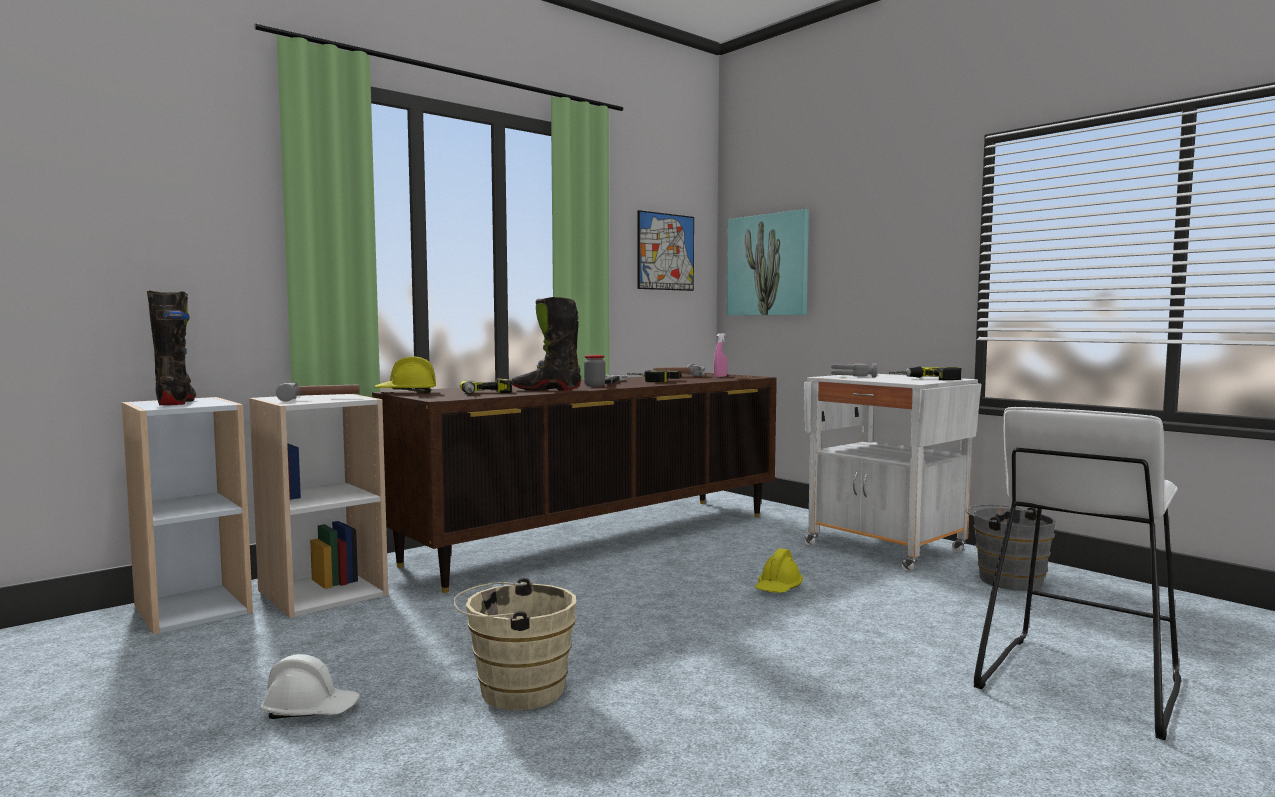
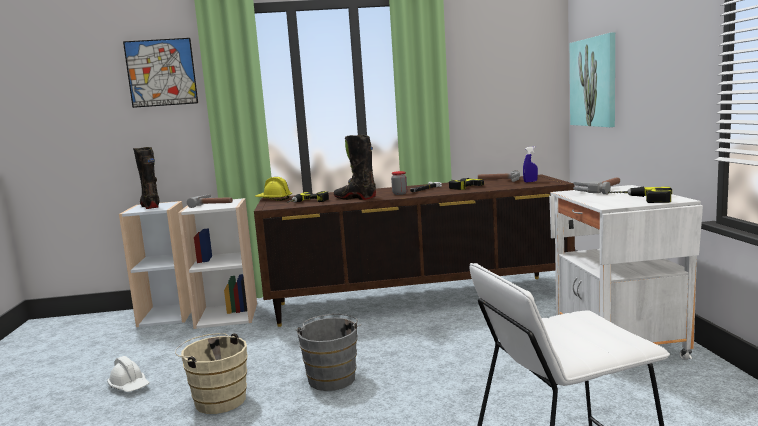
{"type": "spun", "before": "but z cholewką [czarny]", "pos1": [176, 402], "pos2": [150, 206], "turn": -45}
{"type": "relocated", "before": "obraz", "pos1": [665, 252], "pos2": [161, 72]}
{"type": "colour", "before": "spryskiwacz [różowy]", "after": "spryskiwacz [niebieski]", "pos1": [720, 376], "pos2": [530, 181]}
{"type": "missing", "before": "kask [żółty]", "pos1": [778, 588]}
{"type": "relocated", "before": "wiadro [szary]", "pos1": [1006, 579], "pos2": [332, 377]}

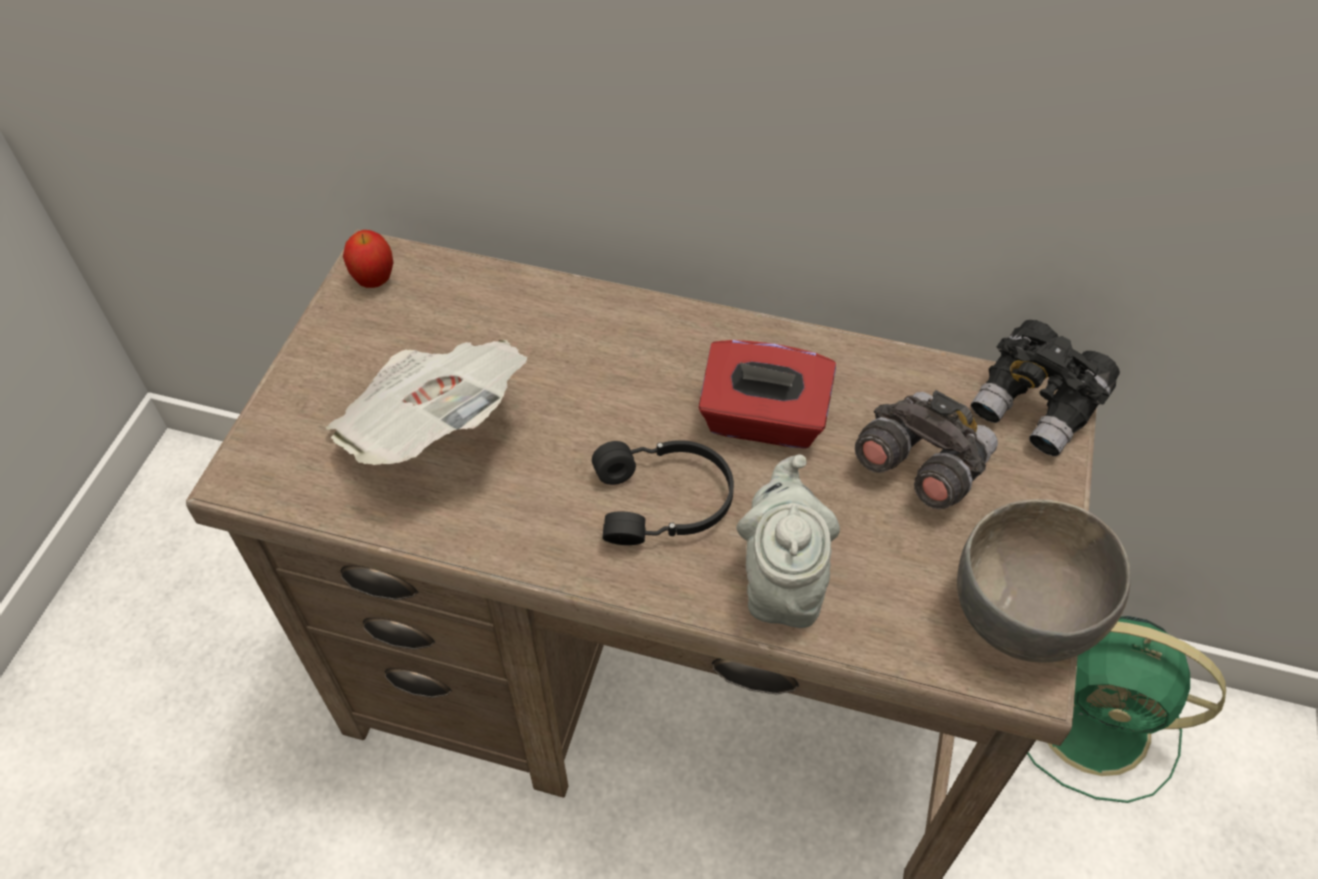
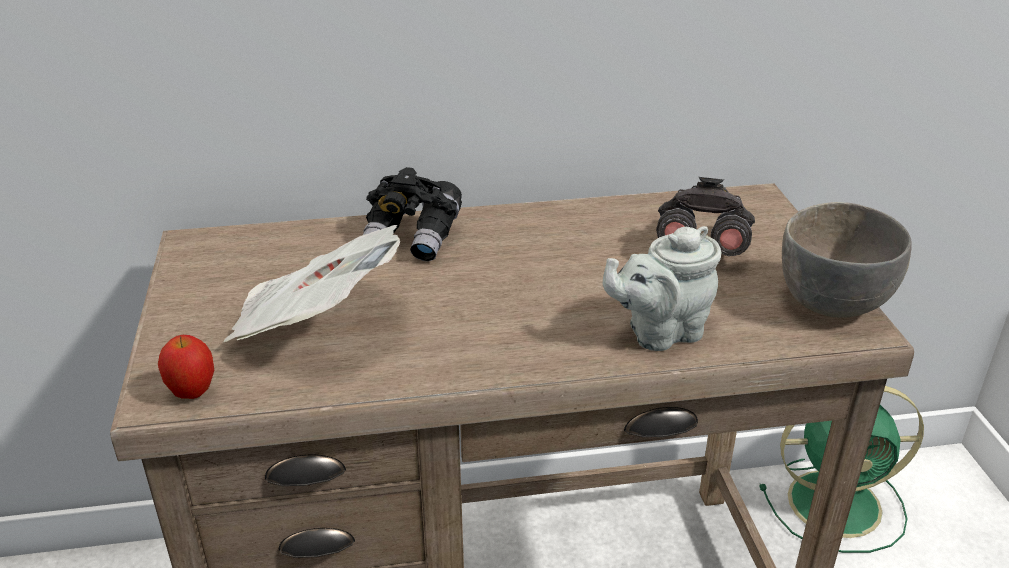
{"type": "relocated", "before": "jabłko", "pos1": [374, 281], "pos2": [192, 393]}
{"type": "missing", "before": "słuchawki [czarny]", "pos1": [665, 502]}
{"type": "missing", "before": "pudełko chusteczek [czerwony]", "pos1": [763, 420]}
{"type": "spun", "before": "imbryk [szary]", "pos1": [782, 582], "pos2": [659, 332], "turn": -90}
{"type": "relocated", "before": "lornetka [czarny]", "pos1": [1037, 406], "pos2": [413, 238]}

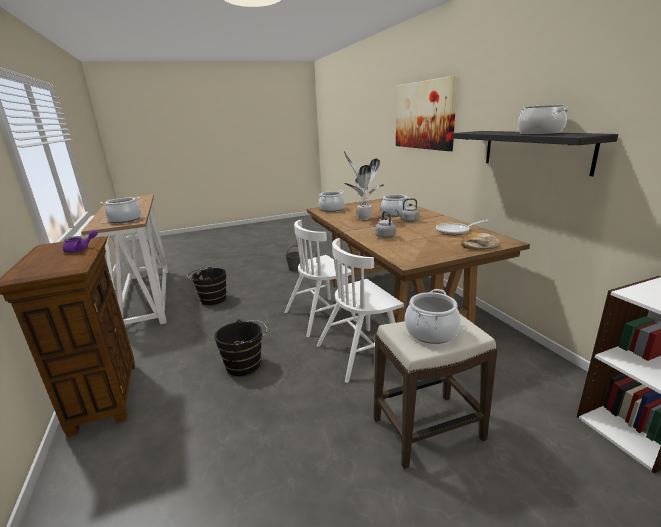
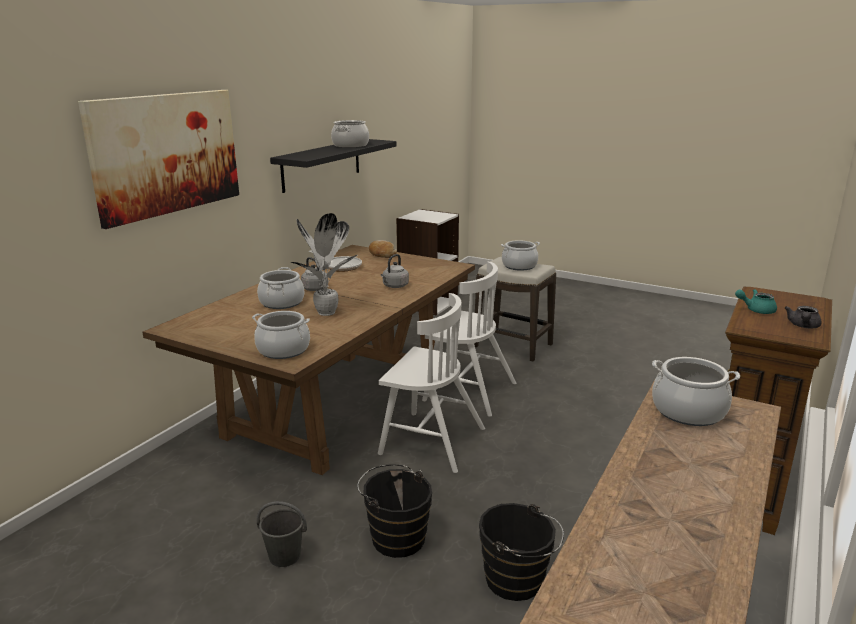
{"type": "colour", "before": "imbryk [fioletowy]", "after": "imbryk [turkusowy]", "pos1": [81, 249], "pos2": [756, 310]}
{"type": "relocated", "before": "wiadro [czarny]", "pos1": [246, 365], "pos2": [395, 537]}
{"type": "appeared", "after": "imbryk [szary]", "pos2": [802, 326]}

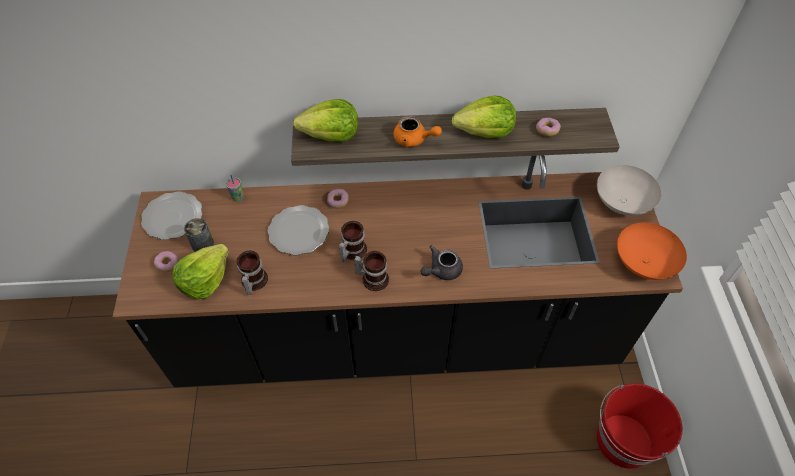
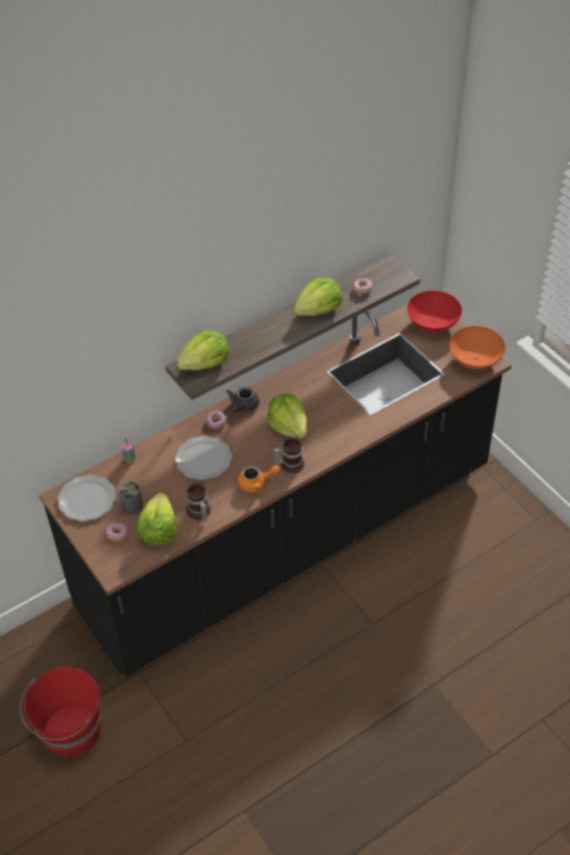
{"type": "missing", "before": "kubek", "pos1": [351, 251]}
{"type": "relocated", "before": "imbryk [pomarańczowy]", "pos1": [414, 140], "pos2": [256, 483]}
{"type": "relocated", "before": "imbryk [szary]", "pos1": [441, 270], "pos2": [243, 406]}
{"type": "relocated", "before": "wiadro [czerwony]", "pos1": [623, 441], "pos2": [71, 731]}
{"type": "colour", "before": "miska [biały]", "after": "miska [czerwony]", "pos1": [621, 202], "pos2": [432, 323]}
{"type": "appeared", "after": "sałata", "pos2": [289, 425]}

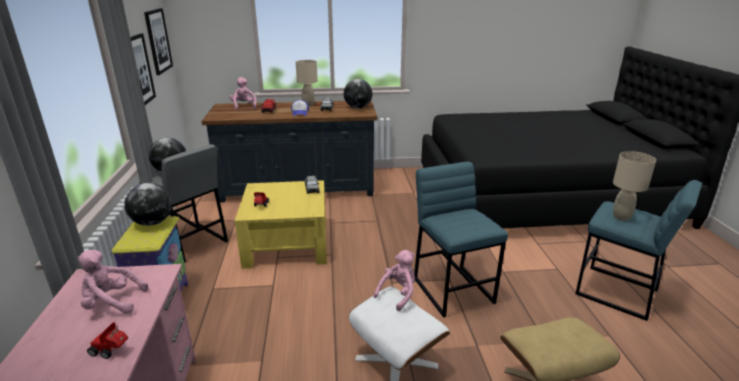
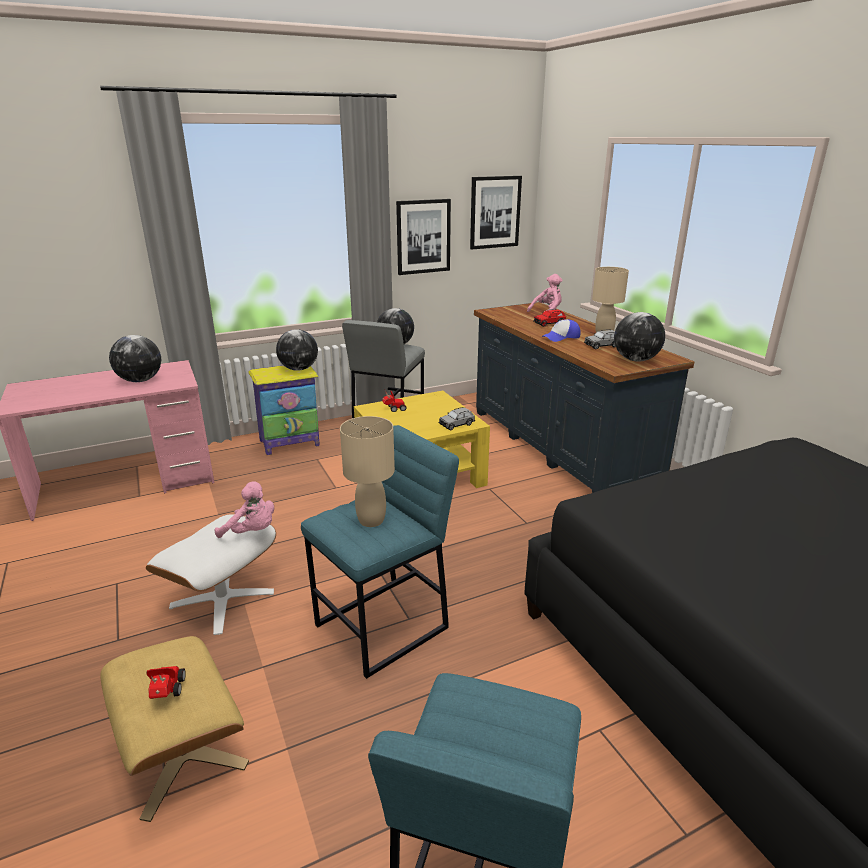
{"type": "exchanged", "before": "pluszak [różowy]", "after": "globus", "pos1": [112, 303], "pos2": [140, 380]}
{"type": "relocated", "before": "samochodzik", "pos1": [112, 350], "pos2": [167, 693]}
{"type": "relocated", "before": "lampa stołowa [beżowy]", "pos1": [621, 217], "pos2": [370, 520]}

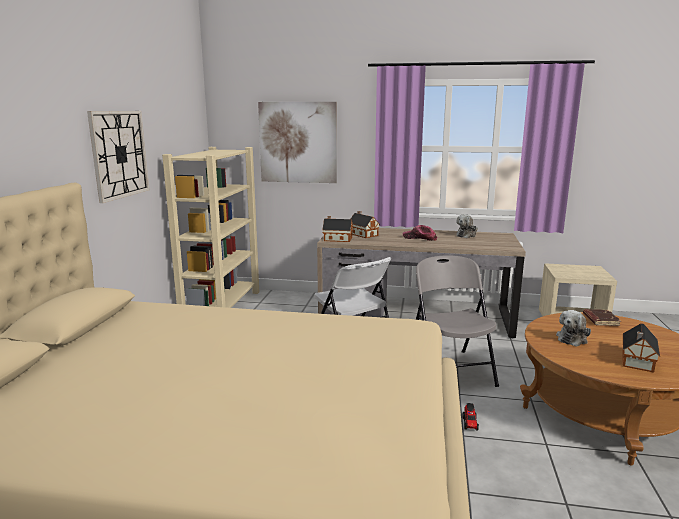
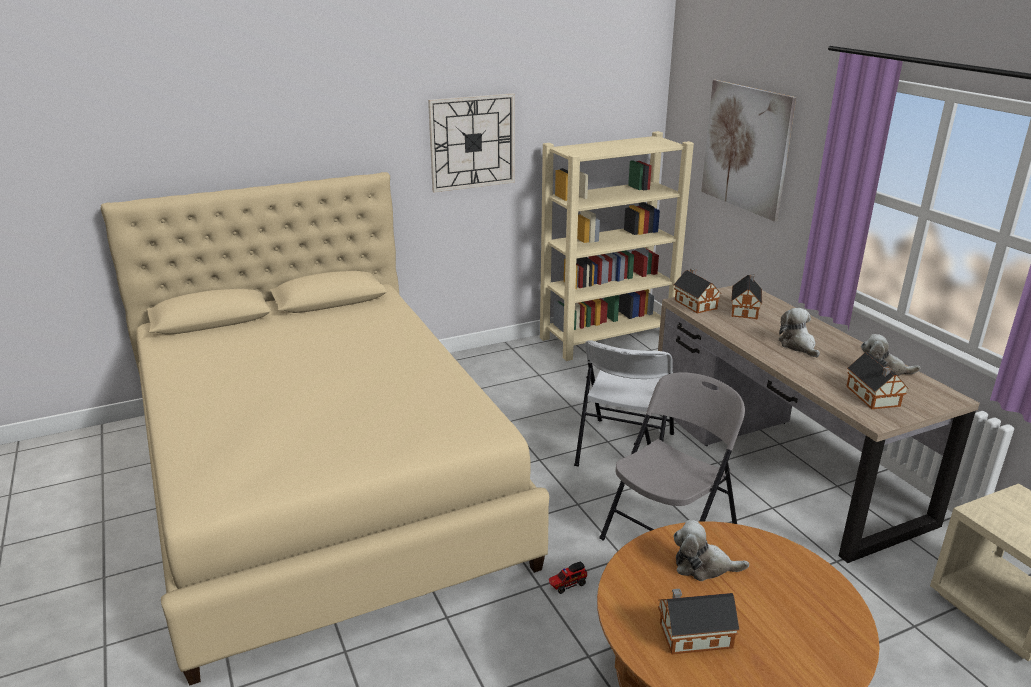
{"type": "exchanged", "before": "czapka z daszkiem", "after": "pluszak", "pos1": [420, 238], "pos2": [798, 346]}
{"type": "missing", "before": "książka [brązowy]", "pos1": [600, 320]}
{"type": "appeared", "after": "domek", "pos2": [873, 397]}

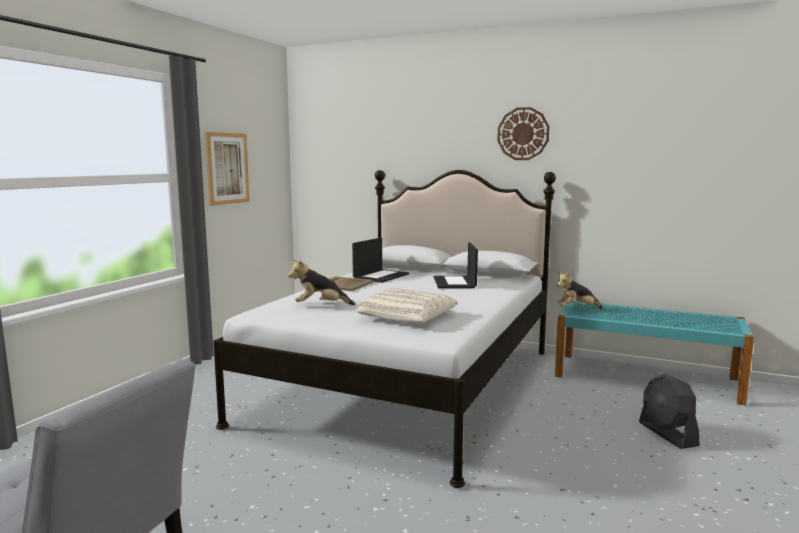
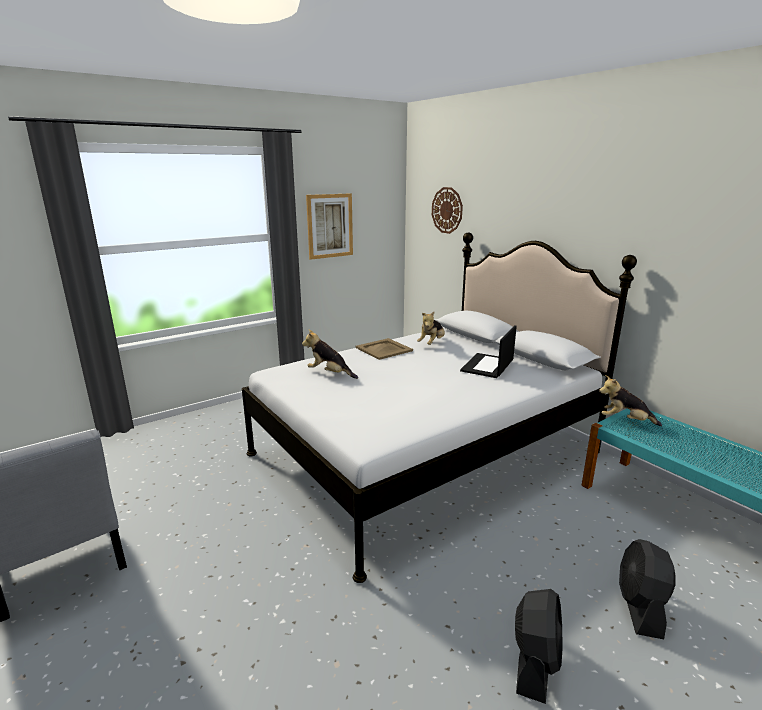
{"type": "exchanged", "before": "laptop", "after": "pluszak", "pos1": [381, 276], "pos2": [432, 343]}
{"type": "missing", "before": "poduszka [beżowy]", "pos1": [407, 317]}
{"type": "relocated", "before": "zegar ścienny", "pos1": [523, 134], "pos2": [447, 210]}
{"type": "appeared", "after": "wentylator [czarny]", "pos2": [535, 661]}

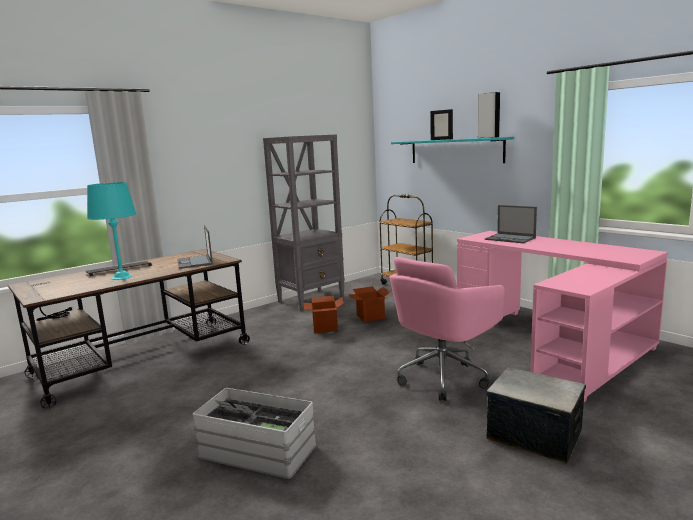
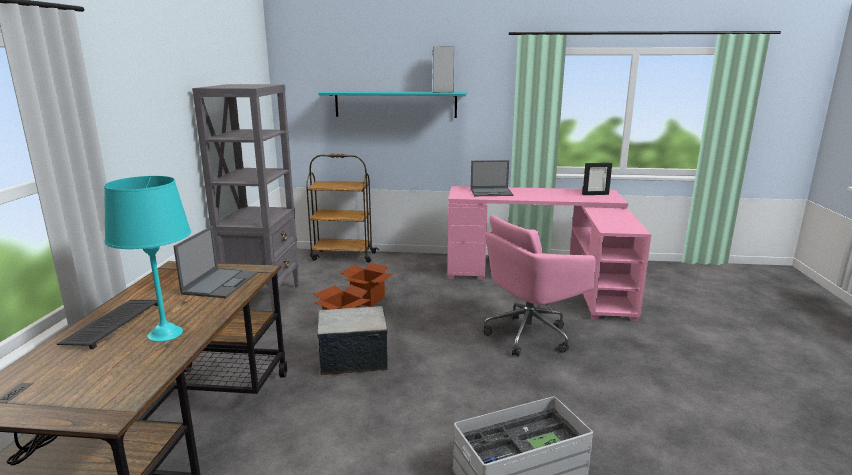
{"type": "spun", "before": "laptop", "pos1": [195, 262], "pos2": [221, 283], "turn": -105}
{"type": "spun", "before": "krzesło biurowe [różowy]", "pos1": [445, 377], "pos2": [531, 335], "turn": 60}
{"type": "relocated", "before": "ramka na zdjęcie", "pos1": [441, 139], "pos2": [595, 194]}
{"type": "relocated", "before": "pojemnik do przechowywania", "pos1": [534, 435], "pos2": [353, 358]}

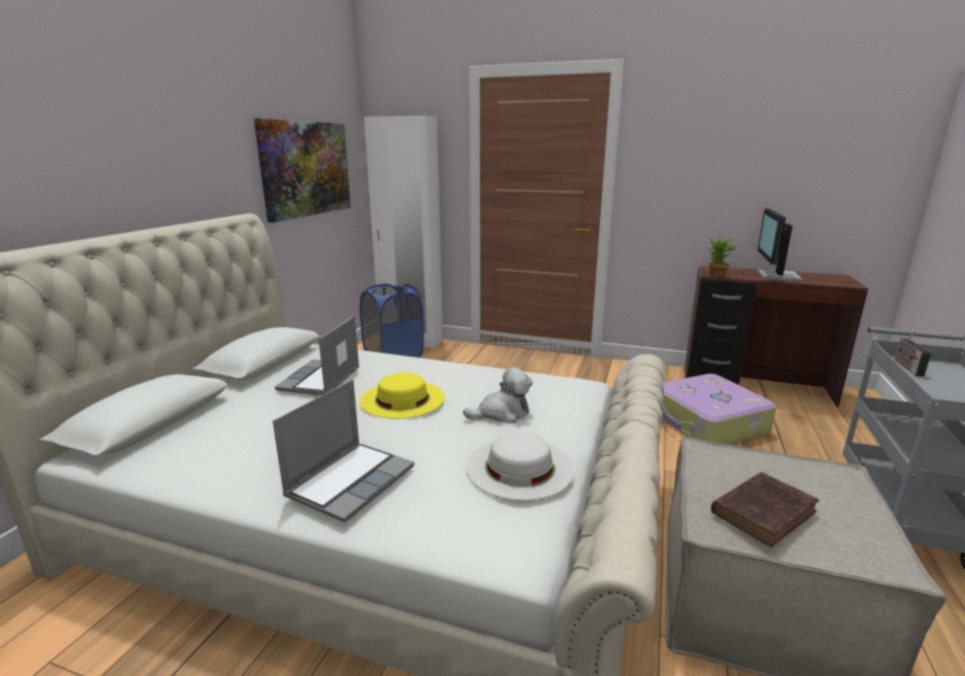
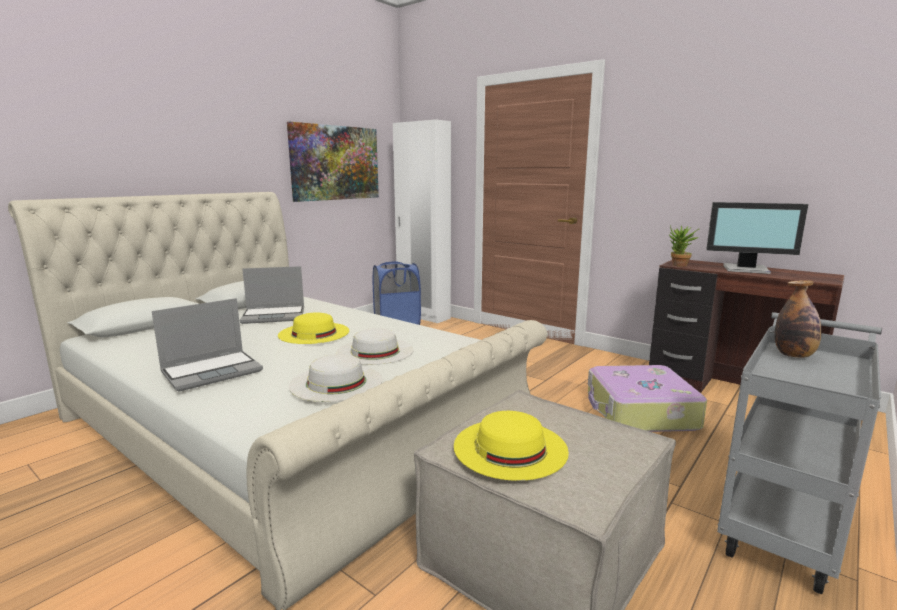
{"type": "spun", "before": "laptop", "pos1": [320, 380], "pos2": [274, 316], "turn": -135}
{"type": "exchanged", "before": "pluszak", "after": "kapelusz [biały]", "pos1": [502, 413], "pos2": [375, 351]}
{"type": "exchanged", "before": "książka [brązowy]", "after": "kapelusz [żółty]", "pos1": [764, 511], "pos2": [510, 447]}
{"type": "spun", "before": "monitor", "pos1": [776, 276], "pos2": [747, 269], "turn": -105}
{"type": "exchanged", "before": "radio", "after": "butelka", "pos1": [906, 367], "pos2": [794, 355]}

